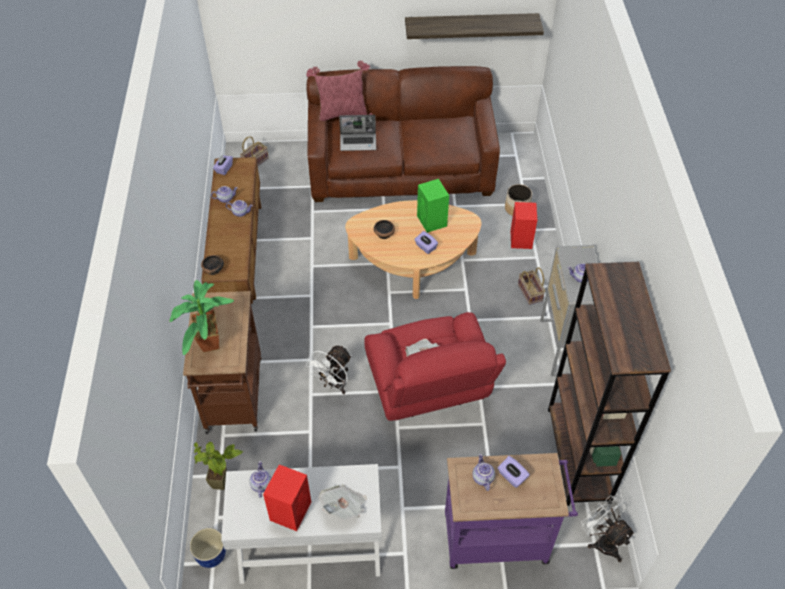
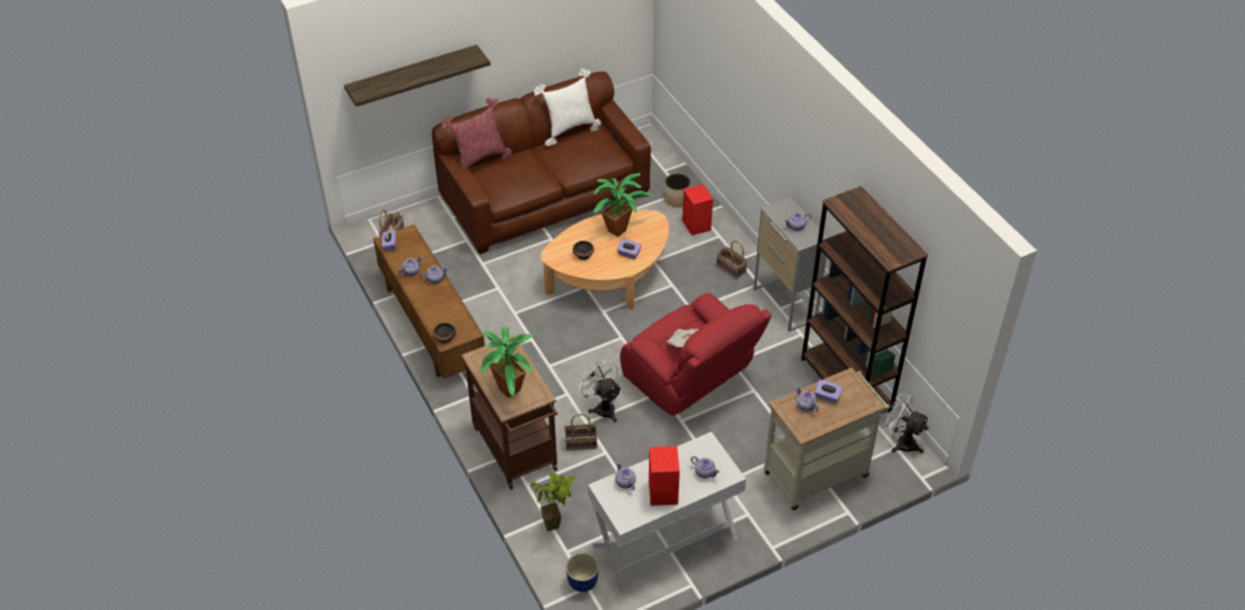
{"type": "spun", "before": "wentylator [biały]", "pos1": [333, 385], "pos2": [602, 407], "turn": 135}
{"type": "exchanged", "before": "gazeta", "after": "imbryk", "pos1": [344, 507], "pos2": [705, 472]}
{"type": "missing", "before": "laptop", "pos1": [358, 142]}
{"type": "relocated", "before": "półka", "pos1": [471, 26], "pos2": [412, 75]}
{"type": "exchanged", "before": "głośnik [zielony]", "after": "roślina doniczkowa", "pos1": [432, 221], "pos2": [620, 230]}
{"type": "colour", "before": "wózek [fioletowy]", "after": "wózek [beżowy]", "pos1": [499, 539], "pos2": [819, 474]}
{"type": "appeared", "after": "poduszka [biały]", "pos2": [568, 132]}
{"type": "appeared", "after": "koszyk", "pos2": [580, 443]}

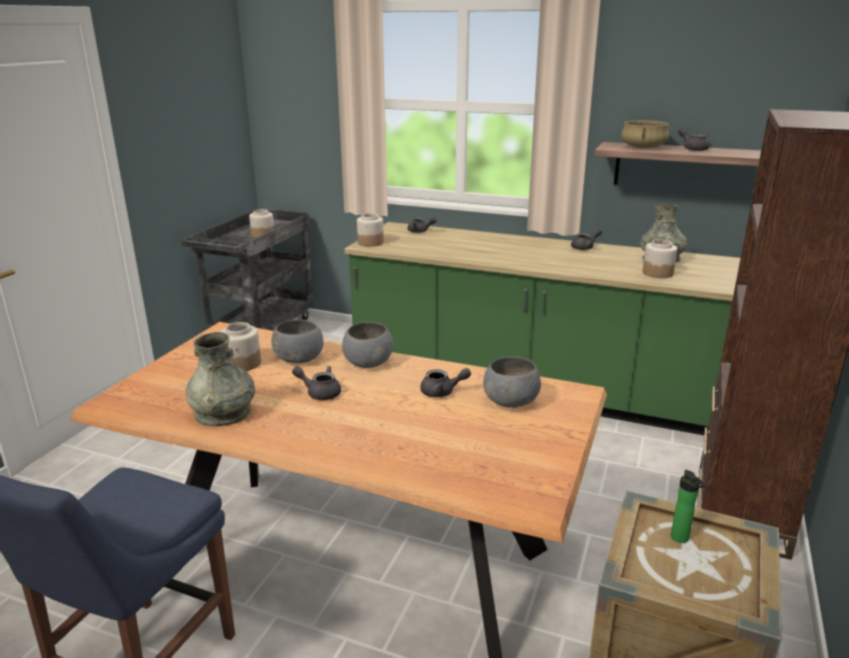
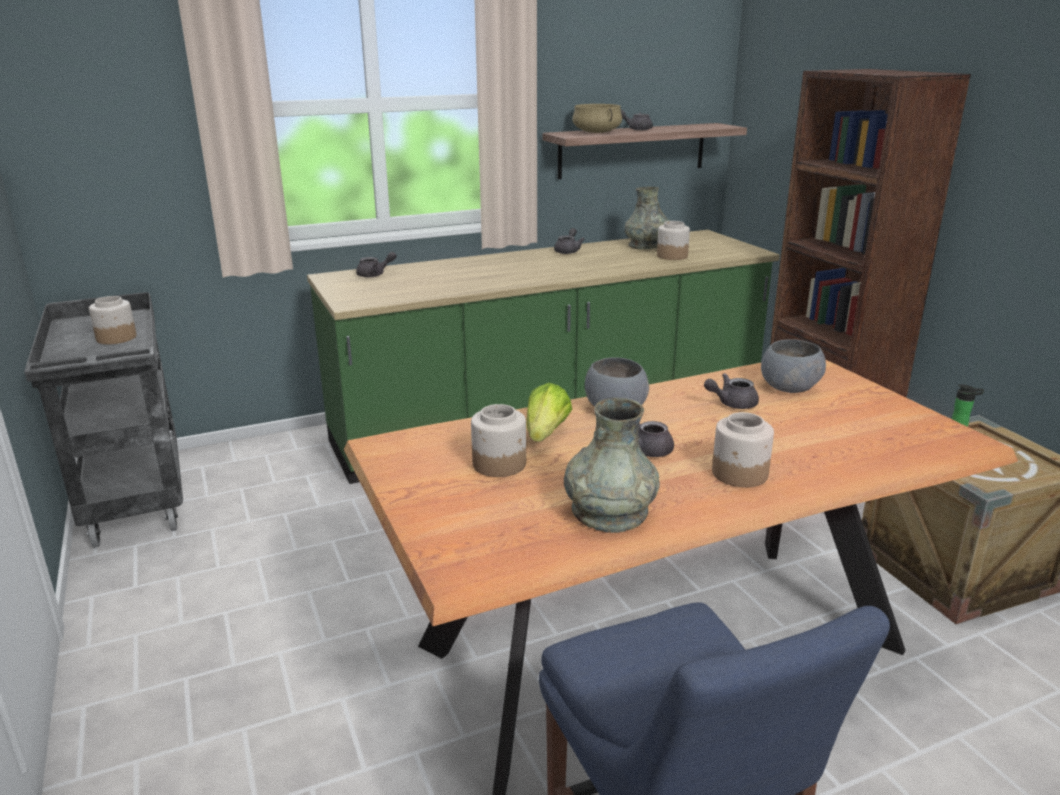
{"type": "exchanged", "before": "miska [szary]", "after": "sałata", "pos1": [300, 359], "pos2": [546, 434]}
{"type": "relocated", "before": "słoik", "pos1": [370, 243], "pos2": [740, 474]}
{"type": "spun", "before": "imbryk [szary]", "pos1": [442, 392], "pos2": [731, 404], "turn": -150}

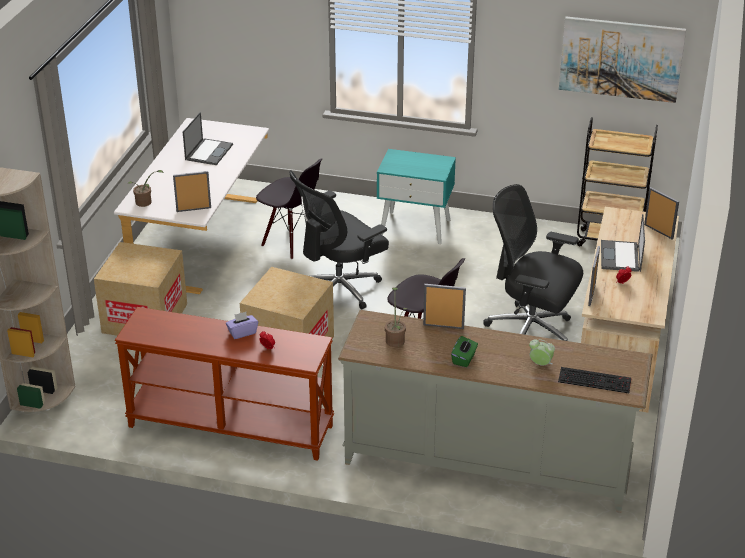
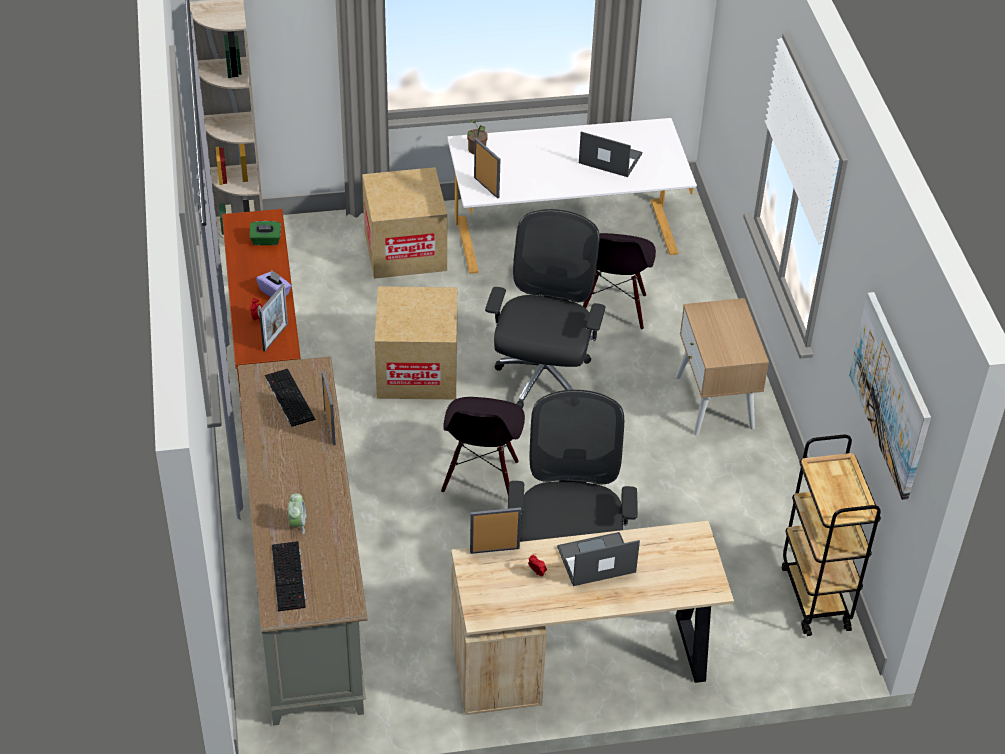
{"type": "spun", "before": "laptop", "pos1": [209, 152], "pos2": [609, 158], "turn": -150}
{"type": "spun", "before": "krzesło biurowe", "pos1": [340, 290], "pos2": [544, 377], "turn": 75}
{"type": "colour", "before": "szafka nocna [turkusowy]", "after": "szafka nocna [beżowy]", "pos1": [415, 227], "pos2": [715, 402]}
{"type": "exchanged", "before": "roślina doniczkowa", "after": "klawiatura", "pos1": [395, 339], "pos2": [288, 397]}
{"type": "relocated", "before": "pudełko chusteczek [zielony]", "pos1": [464, 359], "pos2": [266, 241]}
{"type": "relocated", "before": "ramka na zdjęcie", "pos1": [658, 231], "pos2": [275, 337]}

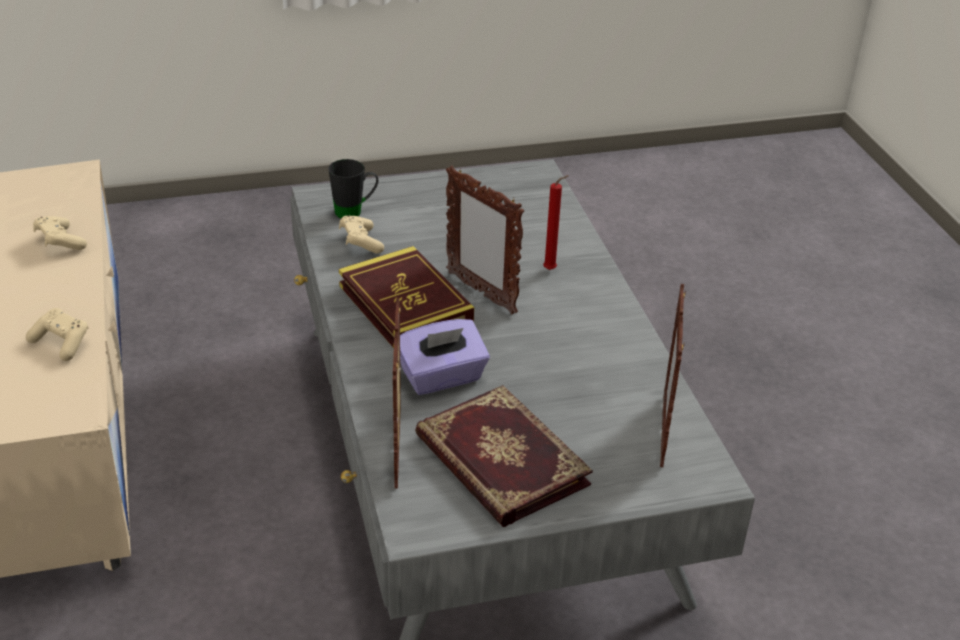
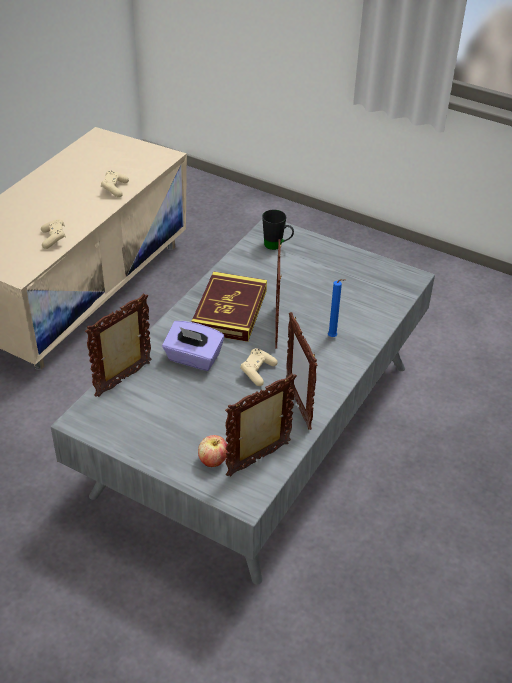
{"type": "relocated", "before": "pad do gier [beżowy]", "pos1": [360, 243], "pos2": [257, 372]}
{"type": "missing", "before": "książka", "pos1": [499, 461]}
{"type": "colour", "before": "świeca [czerwony]", "after": "świeca [niebieski]", "pos1": [552, 270], "pos2": [333, 337]}
{"type": "appeared", "after": "jabłko", "pos2": [213, 461]}
{"type": "appeared", "after": "ramka na zdjęcie", "pos2": [298, 404]}

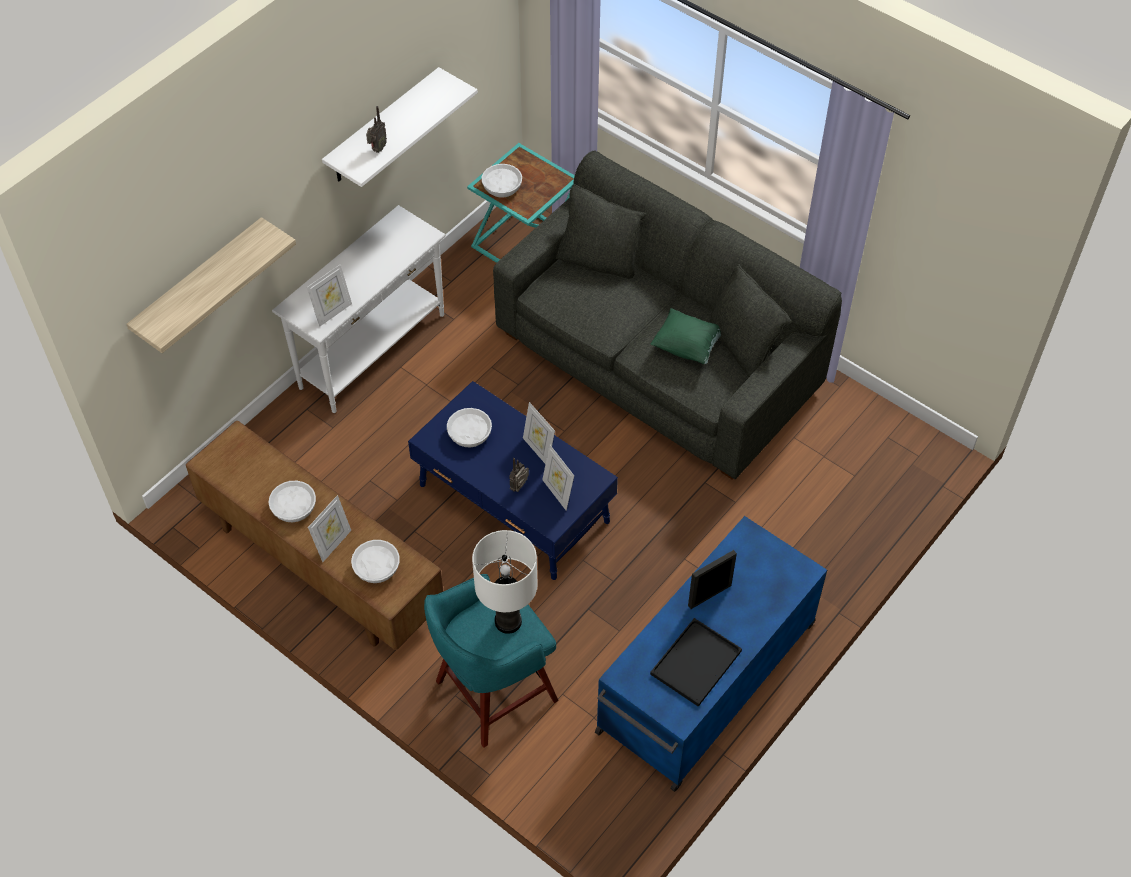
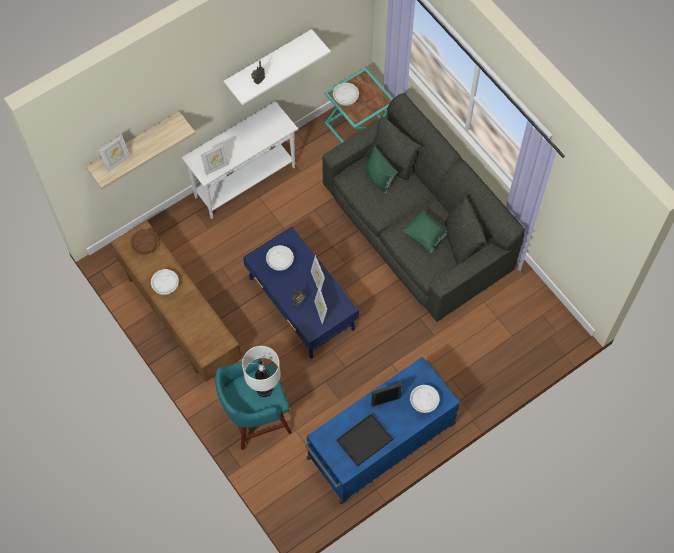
{"type": "relocated", "before": "ramka na zdjęcie", "pos1": [333, 544], "pos2": [117, 162]}
{"type": "relocated", "before": "miska [biały]", "pos1": [377, 567], "pos2": [424, 401]}
{"type": "appeared", "after": "miska [brązowy]", "pos2": [145, 245]}
{"type": "appeared", "after": "poduszka [zielony]", "pos2": [379, 178]}

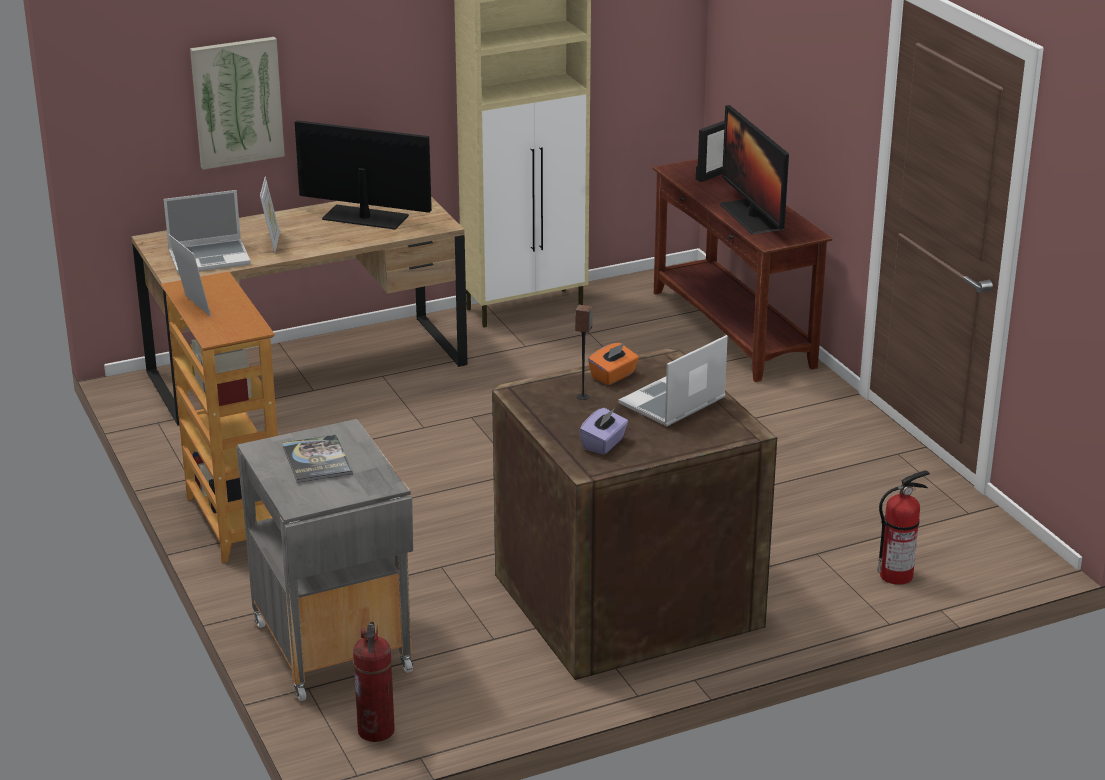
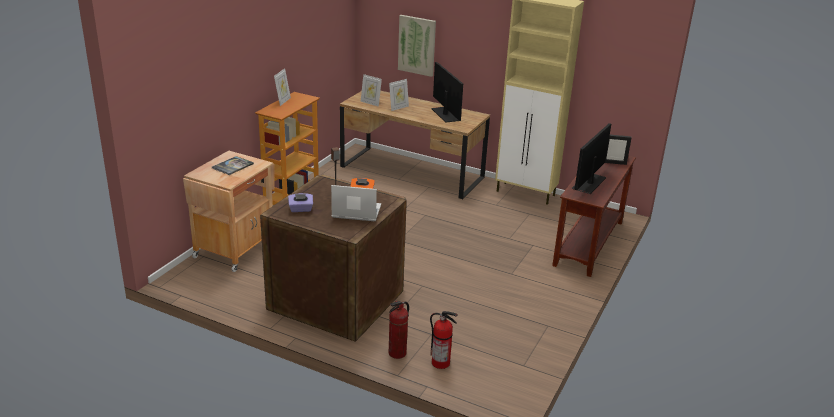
{"type": "exchanged", "before": "laptop", "after": "ramka na zdjęcie", "pos1": [210, 258], "pos2": [370, 103]}
{"type": "colour", "before": "wózek [szary]", "after": "wózek [brązowy]", "pos1": [331, 644], "pos2": [235, 249]}
{"type": "relocated", "before": "gaśnica", "pos1": [377, 731], "pos2": [397, 353]}

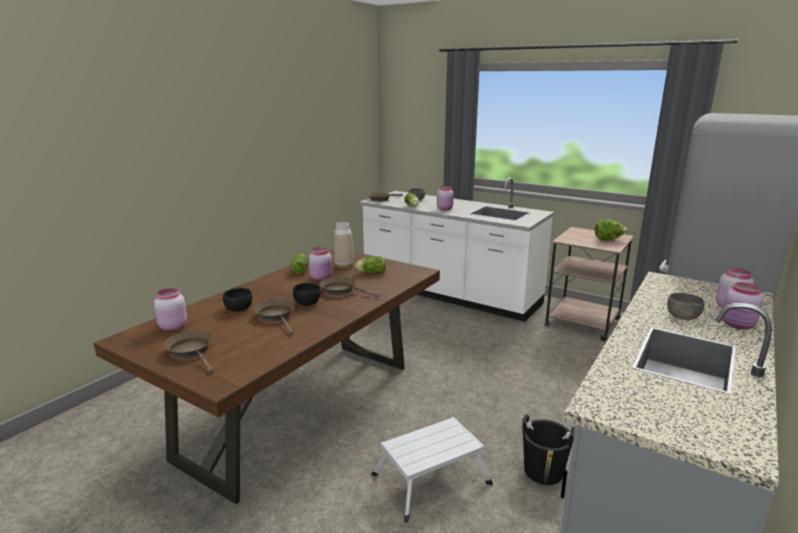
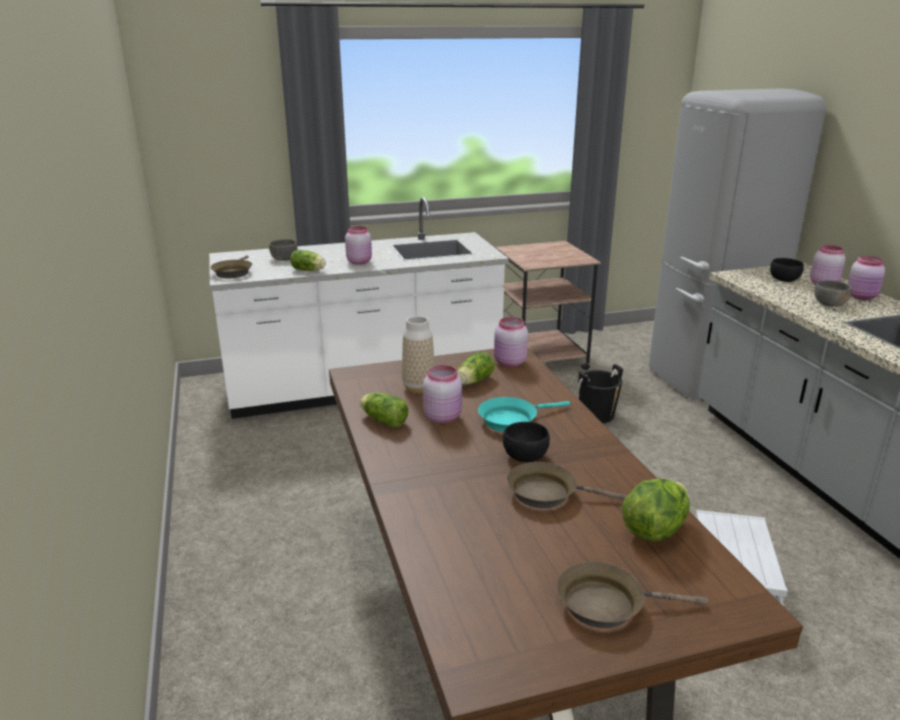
{"type": "relocated", "before": "słoik [różowy]", "pos1": [172, 326], "pos2": [509, 362]}
{"type": "relocated", "before": "miska [czarny]", "pos1": [238, 309], "pos2": [784, 279]}
{"type": "colour", "before": "patelnia [brązowy]", "after": "patelnia [turkusowy]", "pos1": [341, 291], "pos2": [512, 420]}
{"type": "relocated", "before": "wiadro [czarny]", "pos1": [543, 471], "pos2": [596, 415]}
{"type": "relocated", "before": "sałata", "pos1": [608, 240], "pos2": [654, 529]}

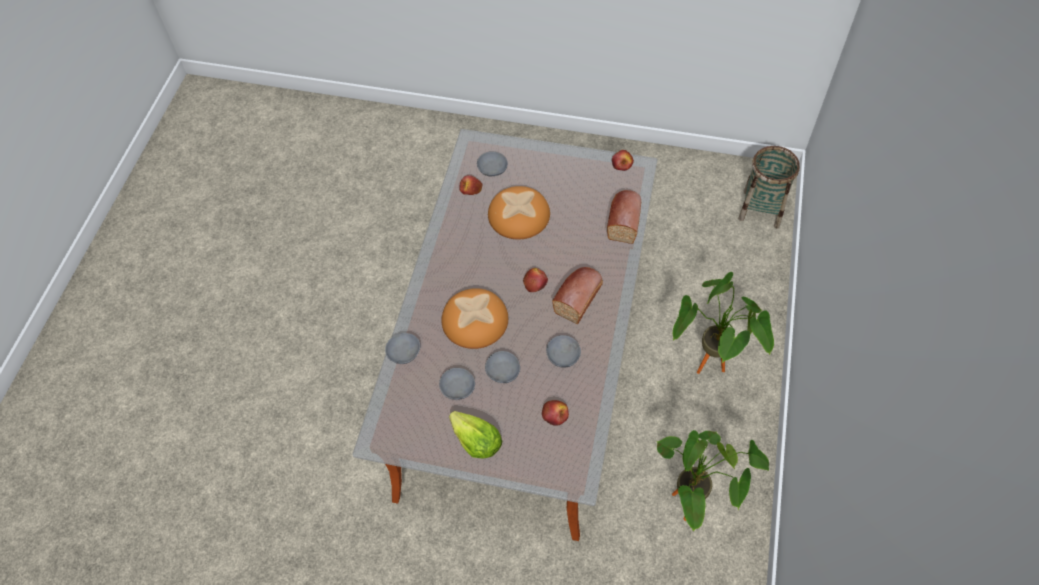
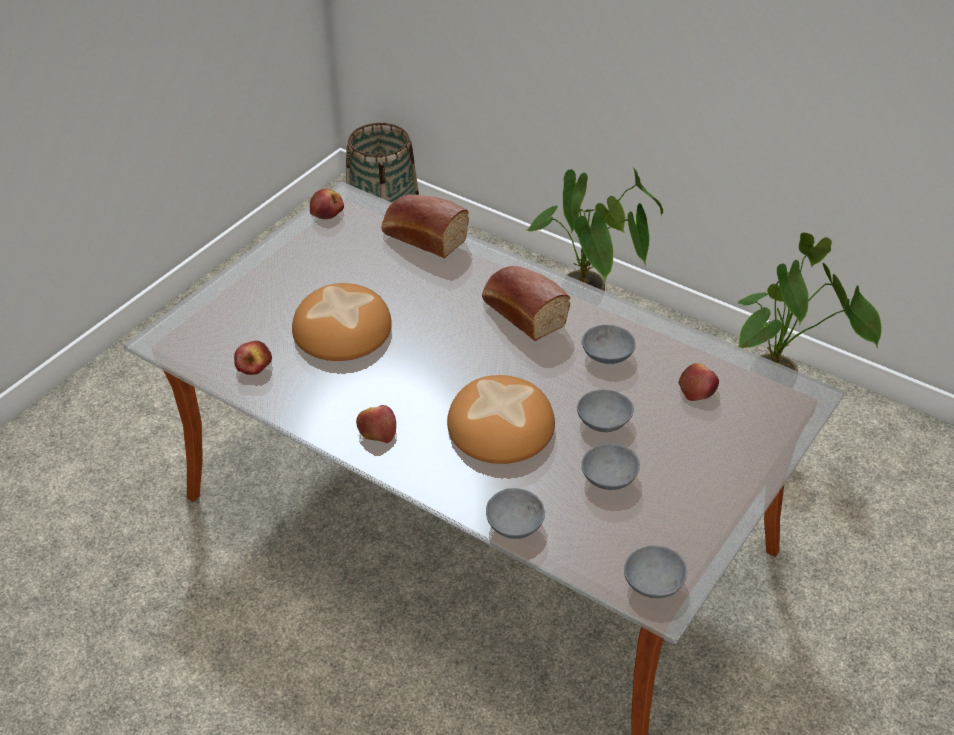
{"type": "missing", "before": "sałata", "pos1": [476, 441]}
{"type": "relocated", "before": "miska [szary]", "pos1": [493, 168], "pos2": [653, 580]}
{"type": "relocated", "before": "jabłko", "pos1": [535, 282], "pos2": [377, 430]}

